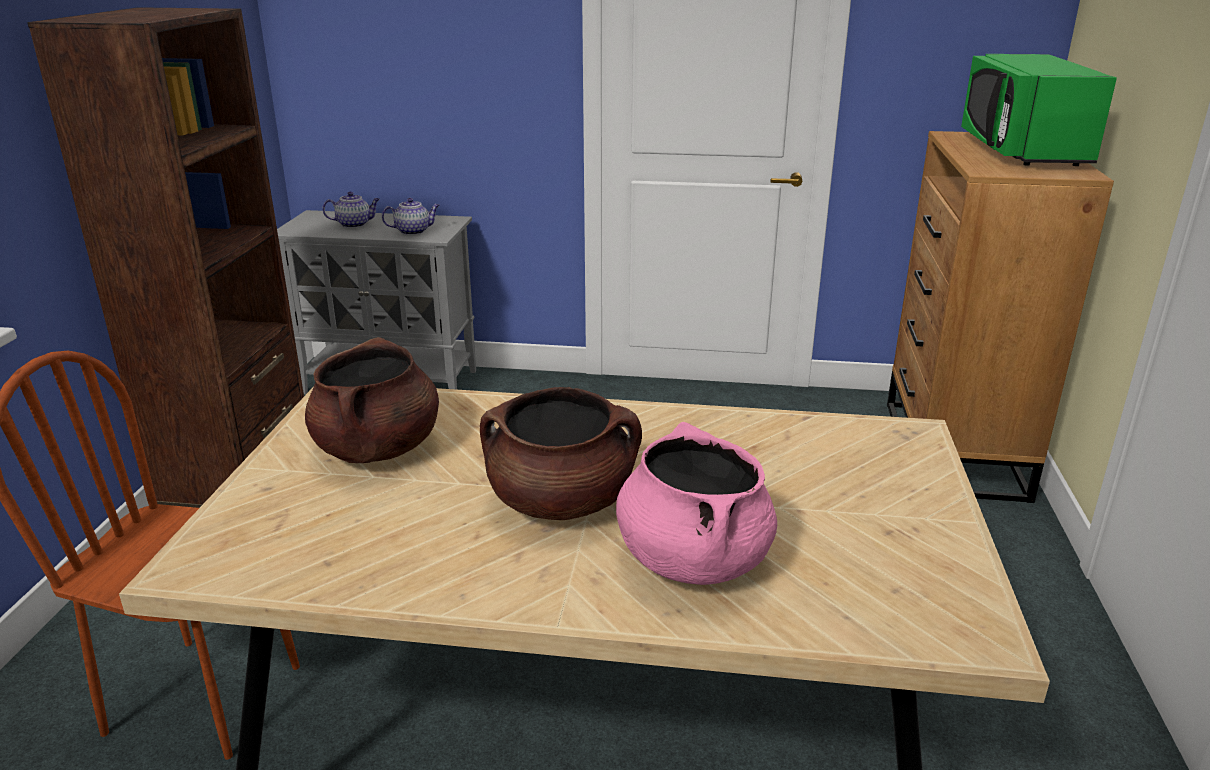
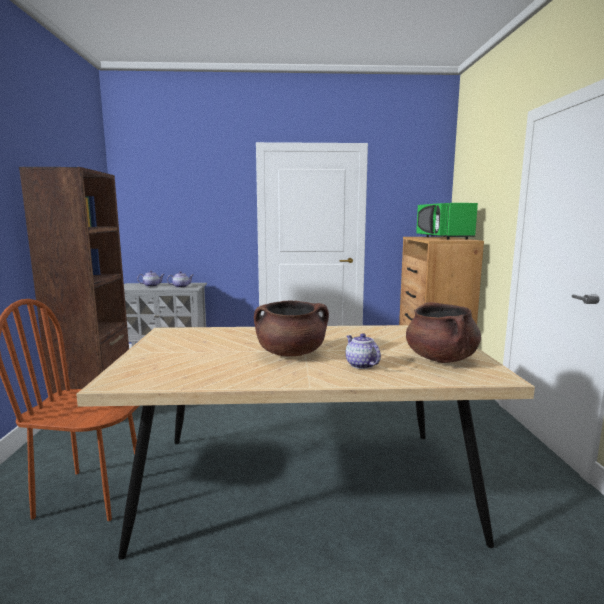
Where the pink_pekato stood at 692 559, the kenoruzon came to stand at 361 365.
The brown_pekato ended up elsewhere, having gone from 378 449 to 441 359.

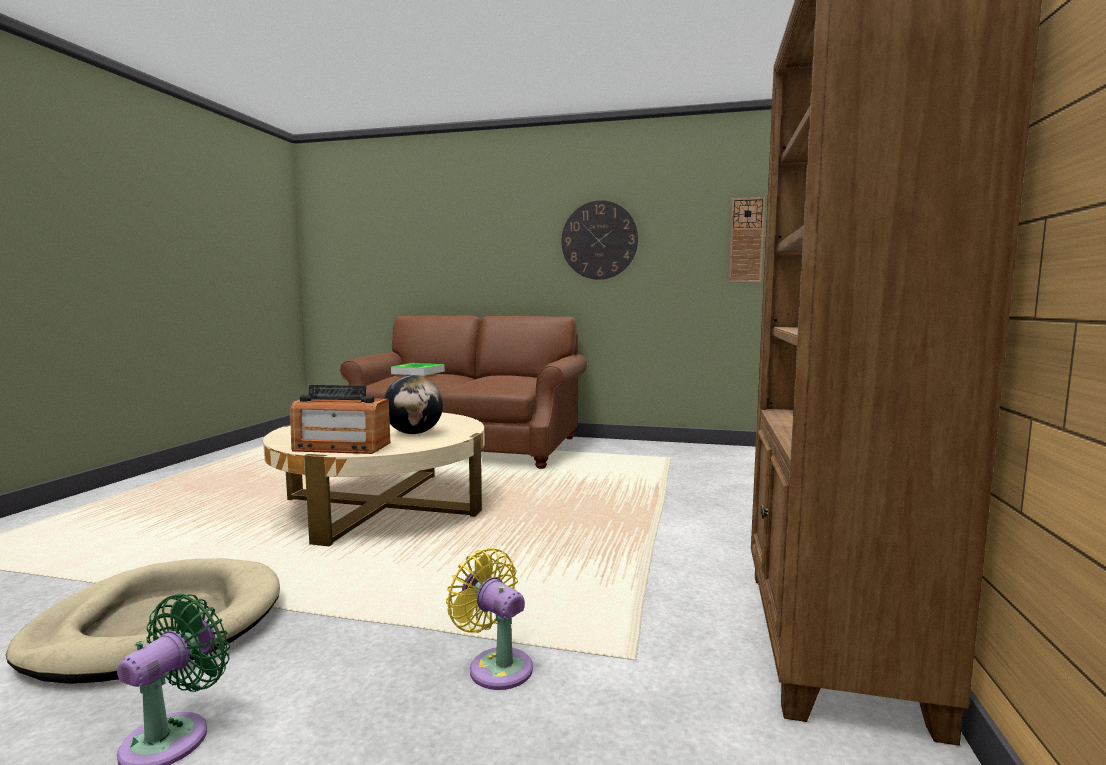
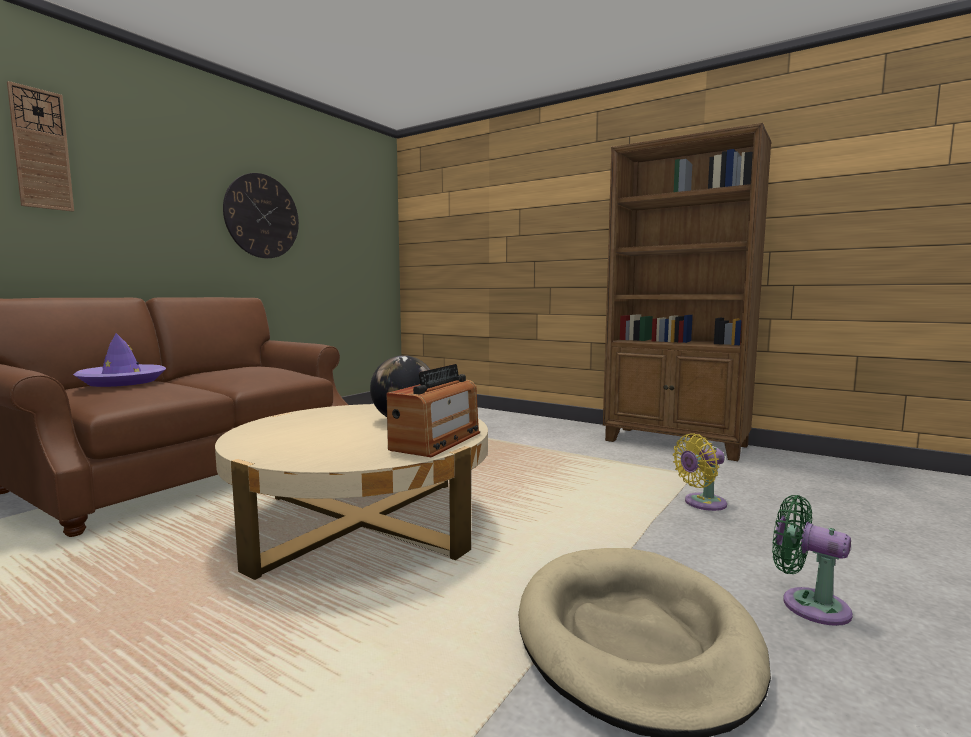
The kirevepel ended up elsewhere, having gone from 746 240 to 41 149.
Where the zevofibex stood at 418 372, the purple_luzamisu came to stand at 122 382.

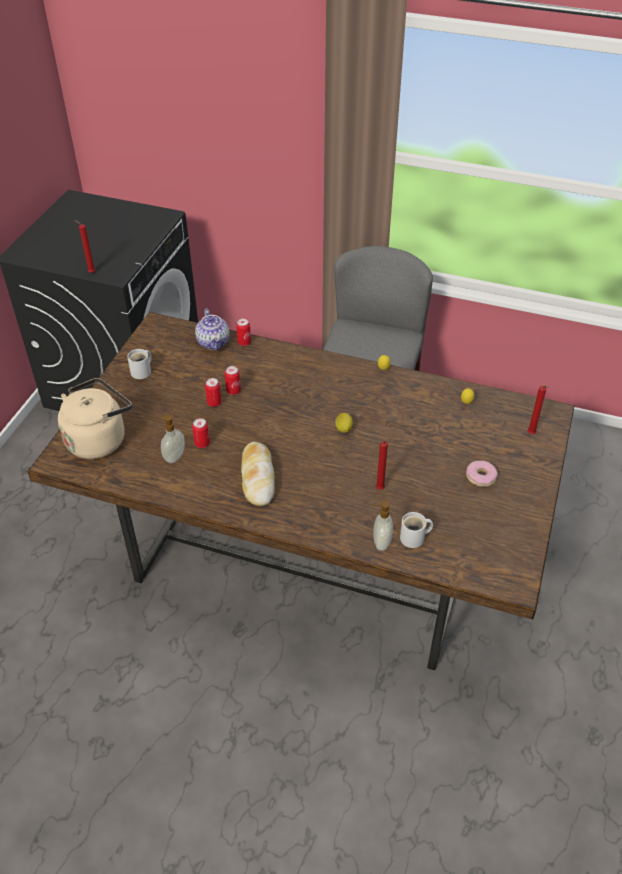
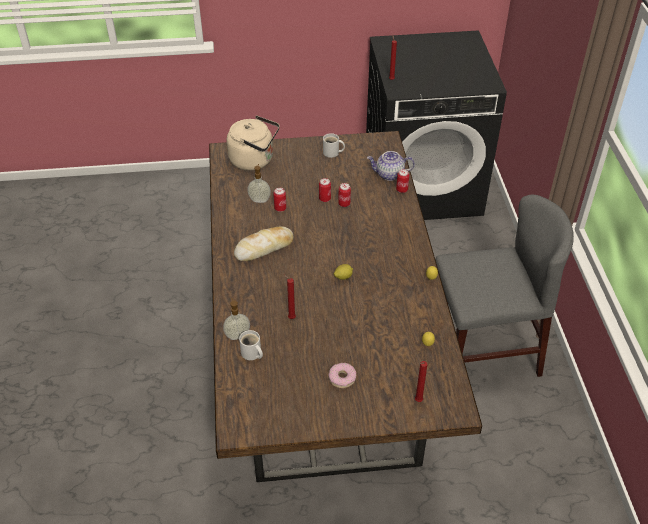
The kenoruzon at 214 343 ended up facing another way, 45 degrees clockwise from before.

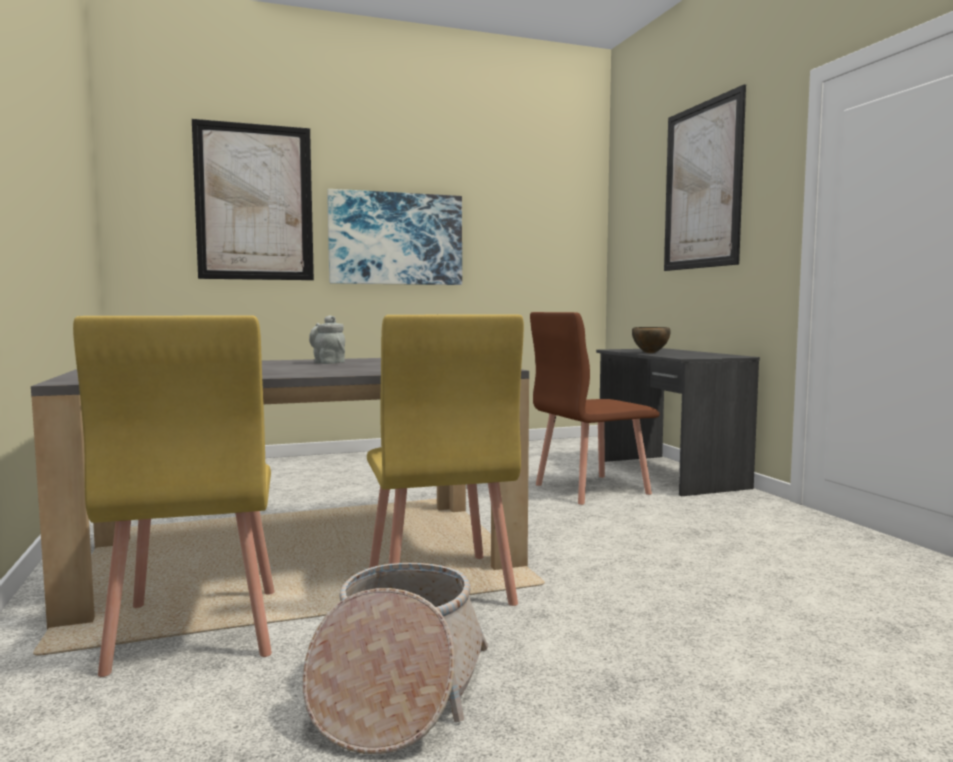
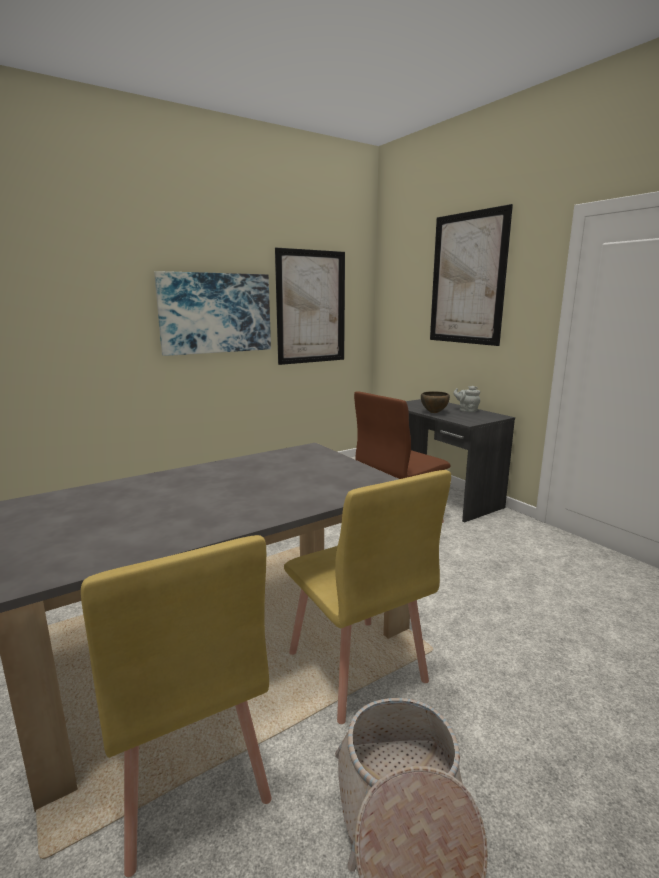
The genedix ended up elsewhere, having gone from 254 202 to 311 307.
The grey_kenoruzon ended up elsewhere, having gone from 327 362 to 467 410.

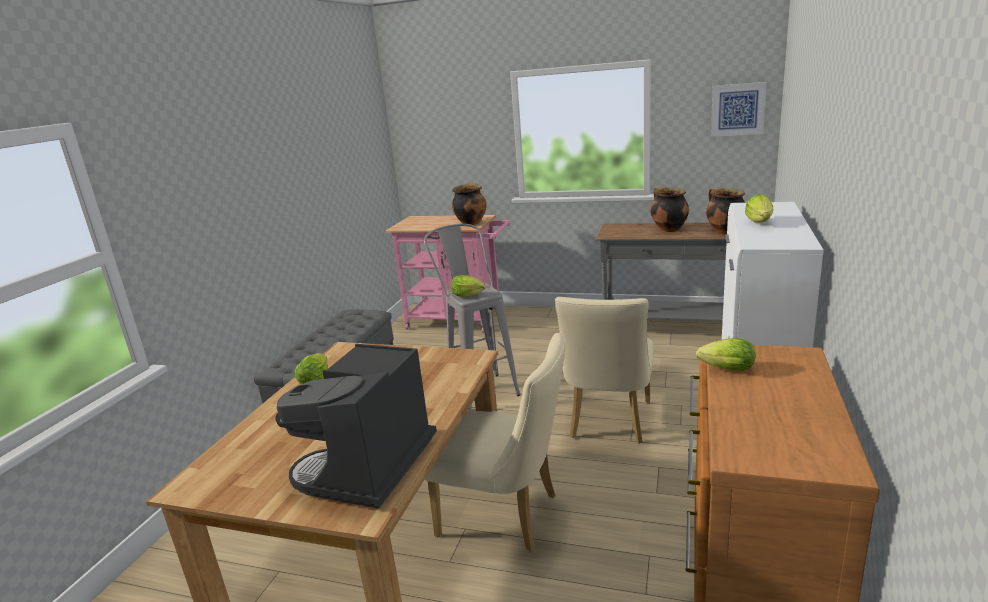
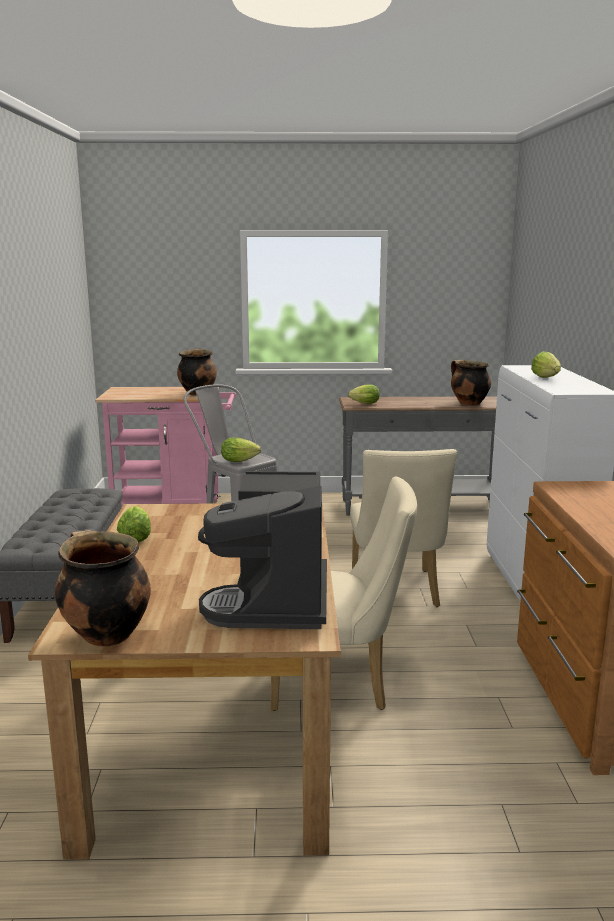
The pekato ended up elsewhere, having gone from 668 229 to 105 634.
The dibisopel ended up elsewhere, having gone from 724 369 to 363 403.
The second view lost the genedix at 737 109.

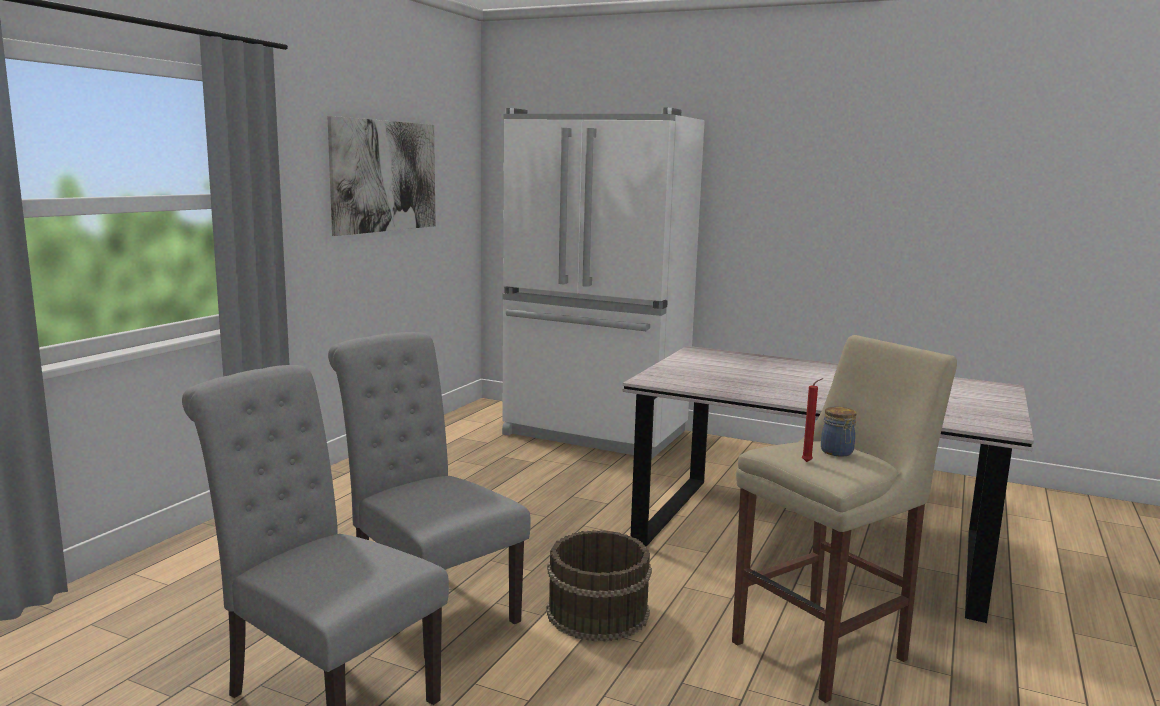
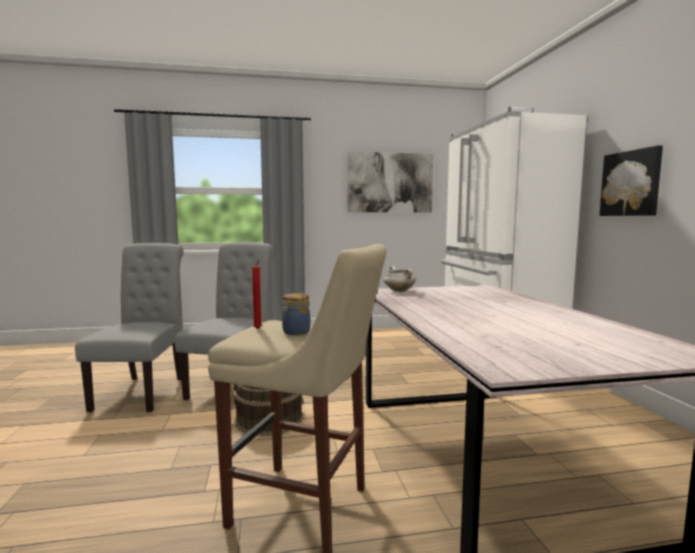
The second view gained the white_pekato at 399 291.
The second view gained the genedix at 631 183.

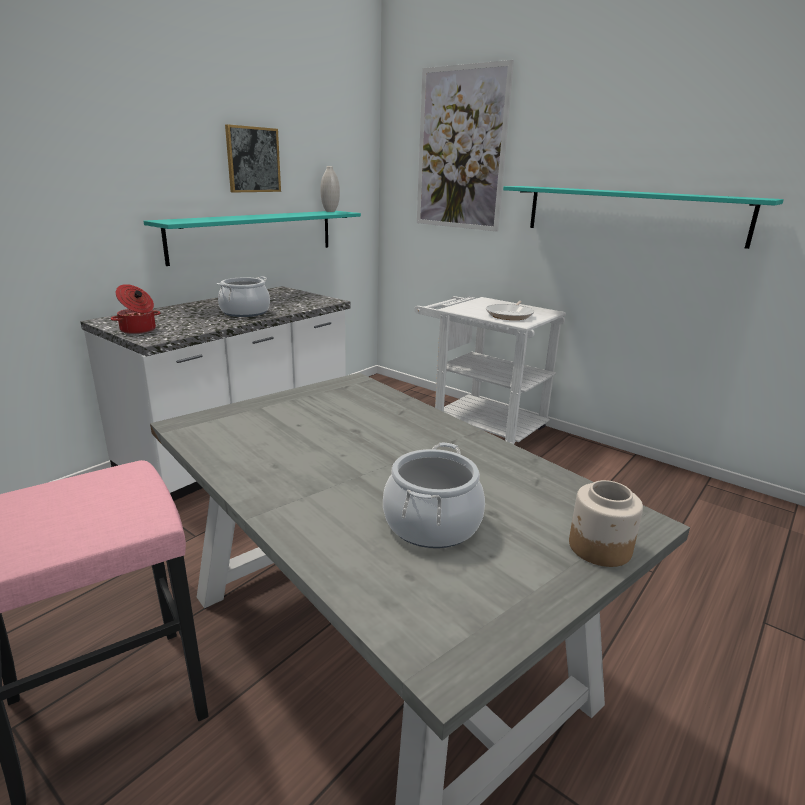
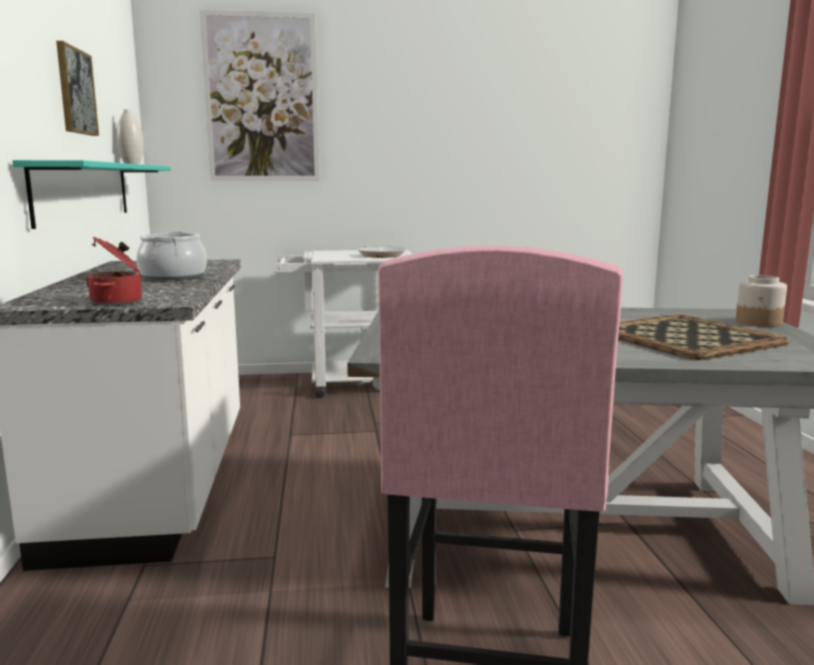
Where the pekato stood at 432 524, the zevofibex came to stand at 688 337.
The second view lost the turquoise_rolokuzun at 632 214.

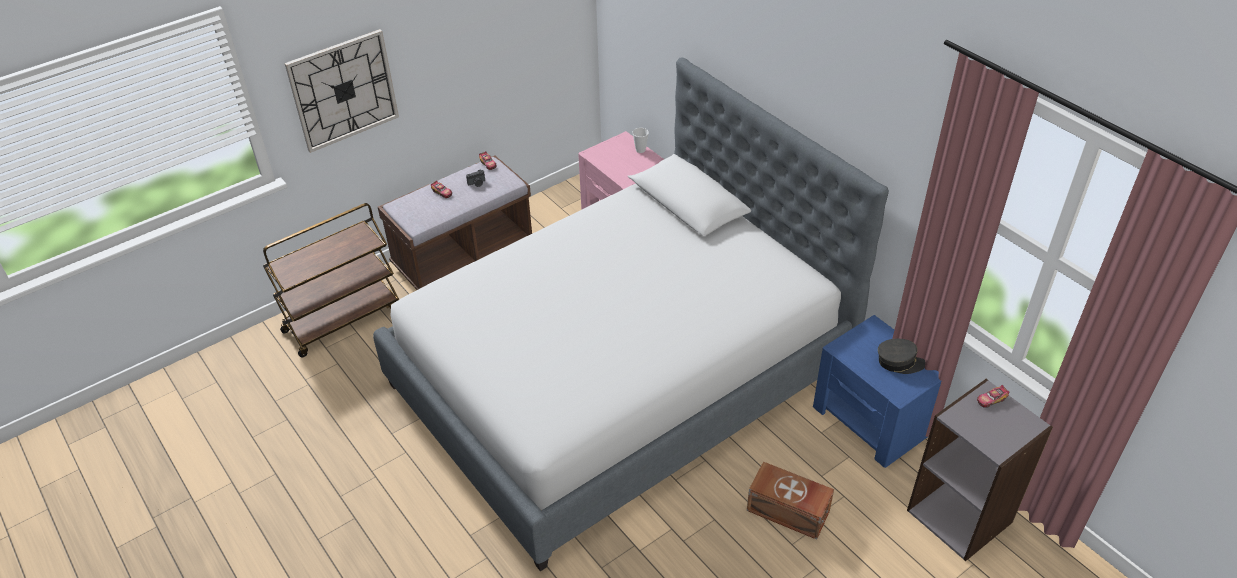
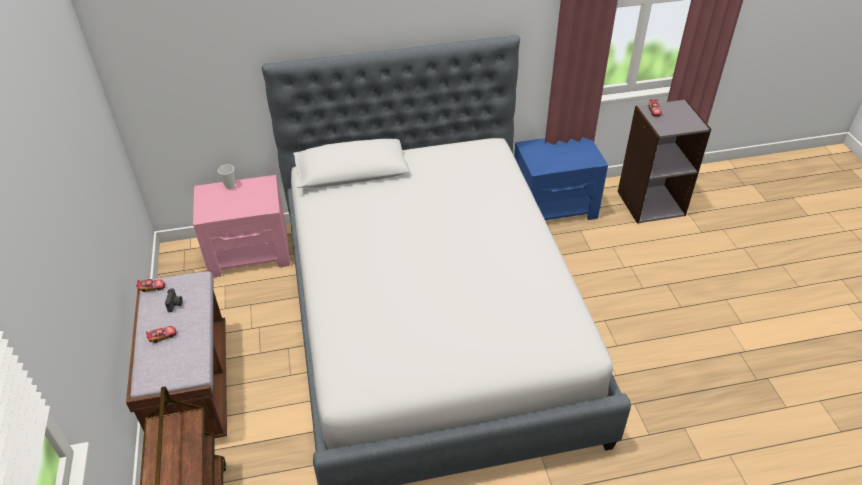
The second view lost the kirevepel at 343 90.
The second view lost the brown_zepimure at 788 512.
The second view lost the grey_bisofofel at 899 362.

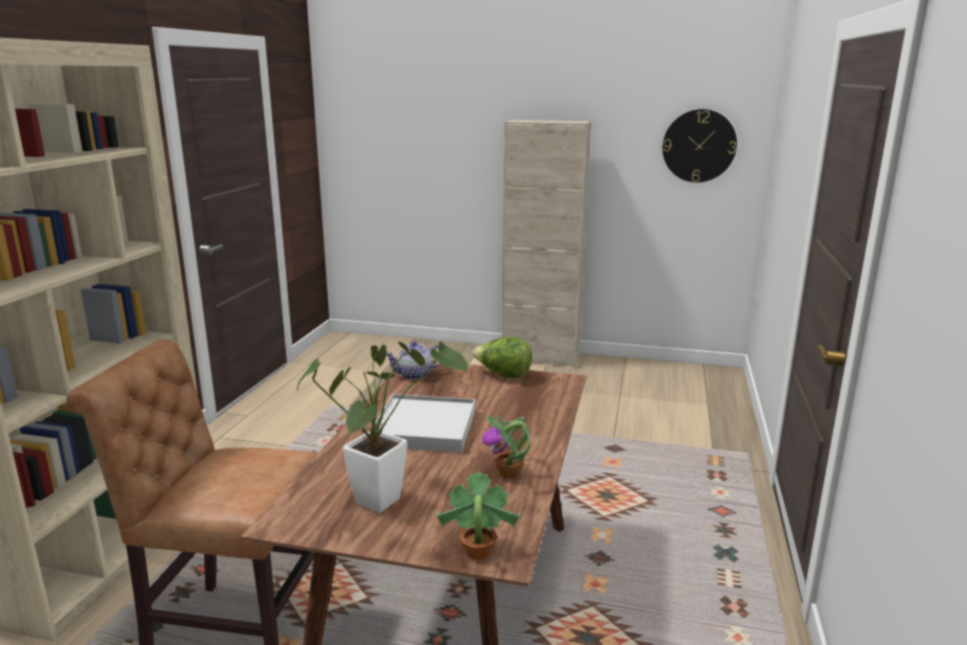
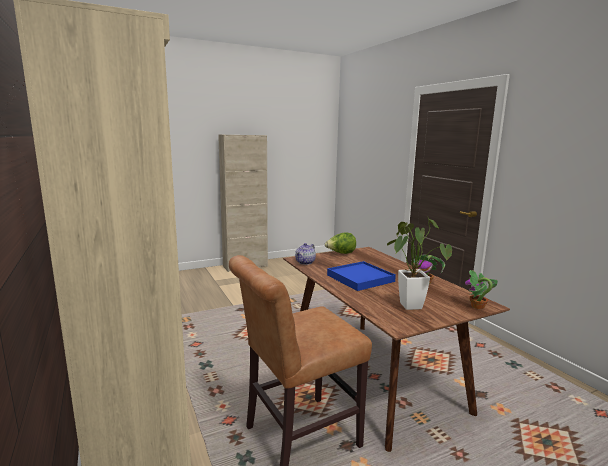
What was the white_zevofibex at 424 428 turned into the blue_zevofibex at 360 278.
The second view lost the kirevepel at 699 146.

